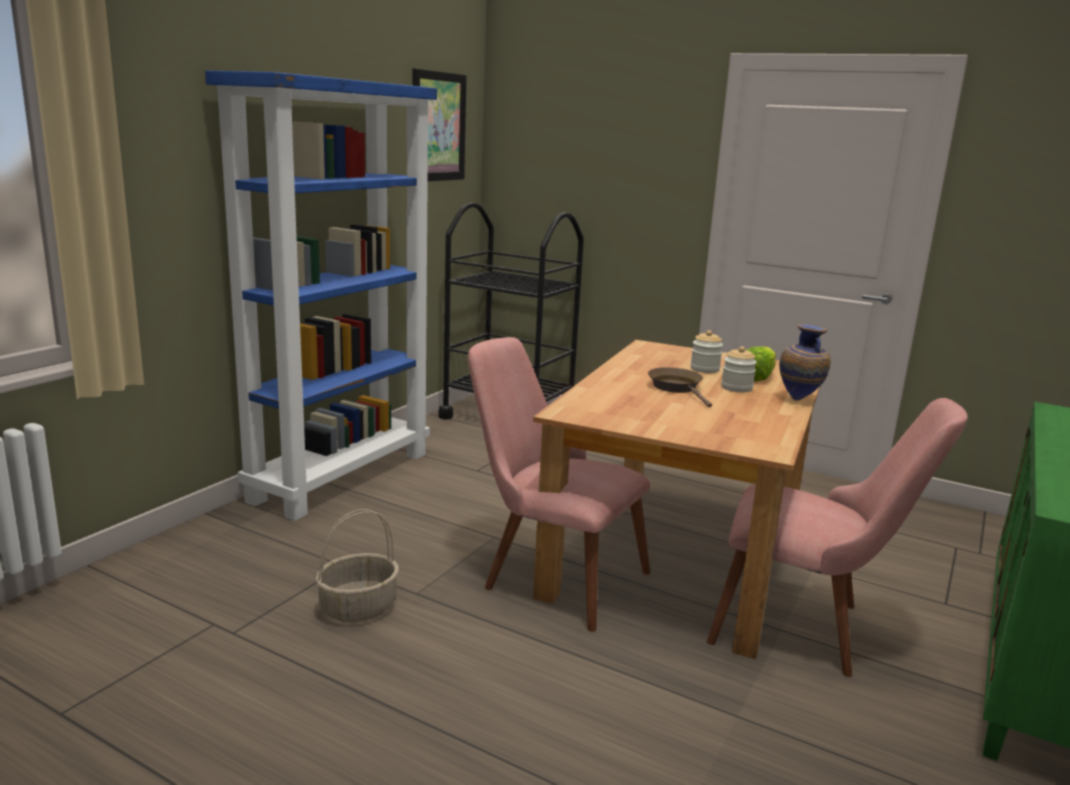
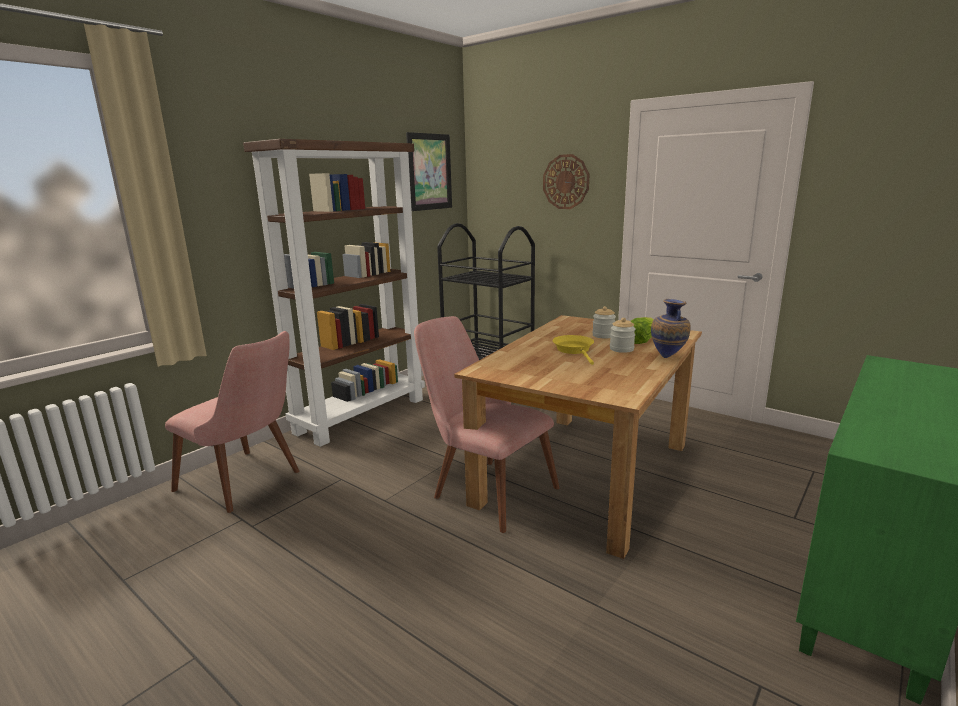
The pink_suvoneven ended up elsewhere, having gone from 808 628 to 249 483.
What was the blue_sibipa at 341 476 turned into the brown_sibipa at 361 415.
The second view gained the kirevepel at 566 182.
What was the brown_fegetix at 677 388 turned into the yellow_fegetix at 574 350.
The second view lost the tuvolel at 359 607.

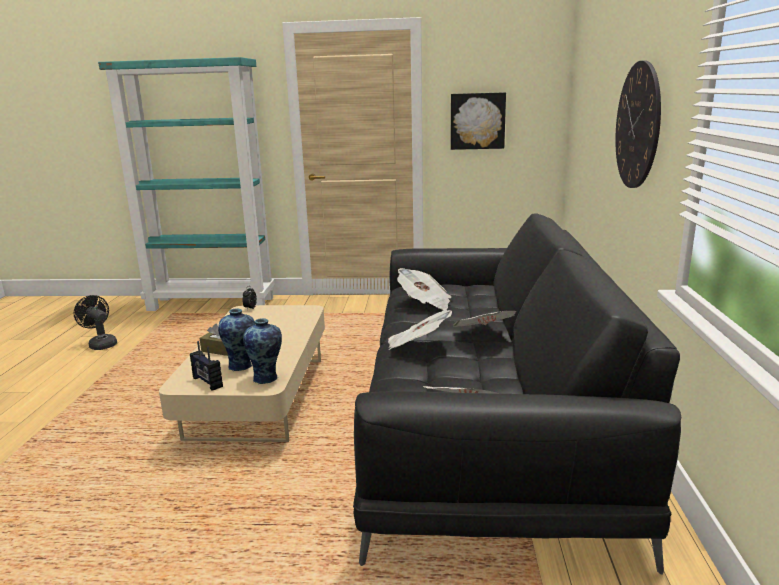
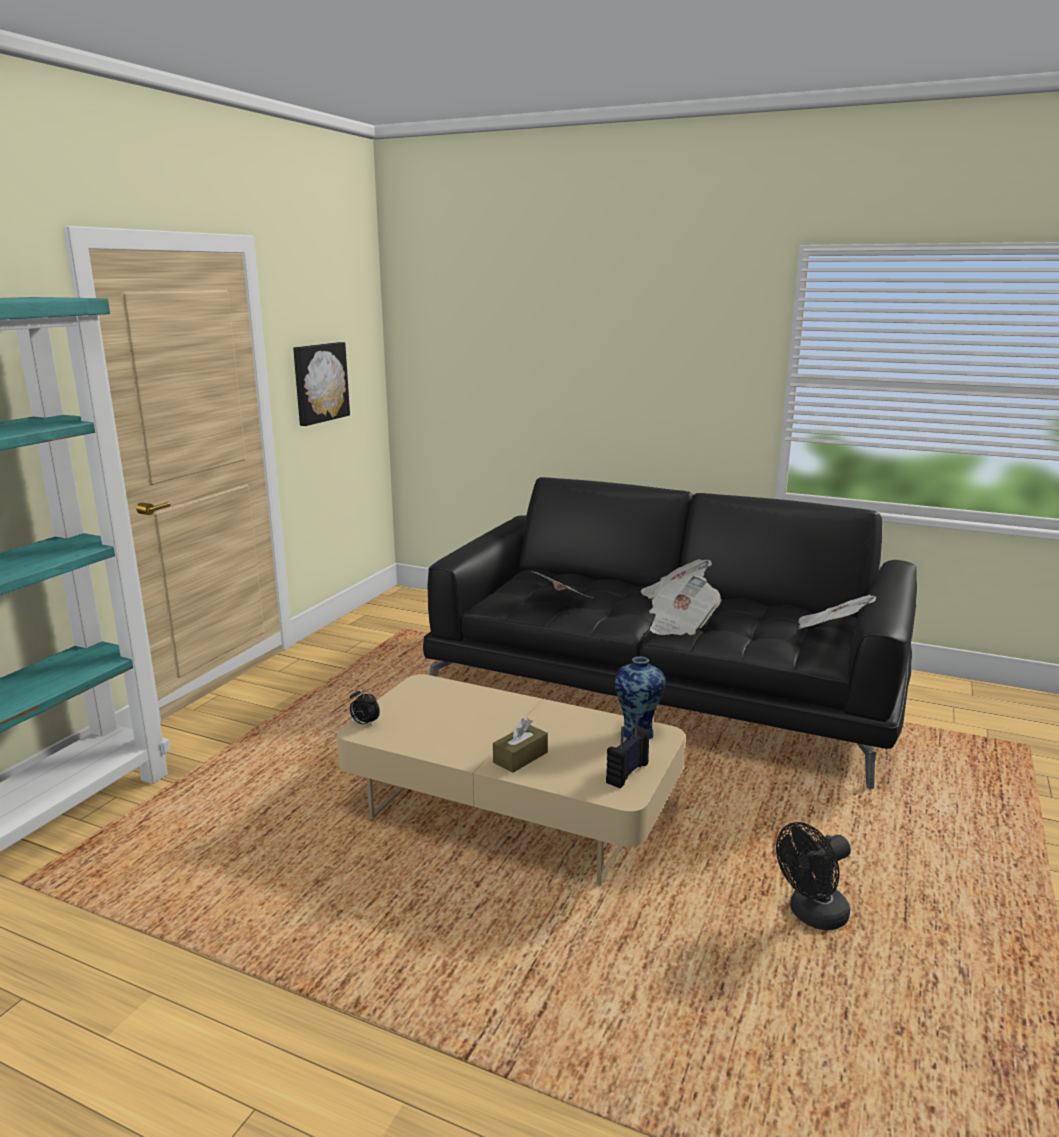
The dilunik at 207 382 ended up facing another way, 150 degrees clockwise from before.
The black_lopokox ended up elsewhere, having gone from 101 344 to 811 915.
The second view lost the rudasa at 241 365.
The second view lost the kirevepel at 638 125.

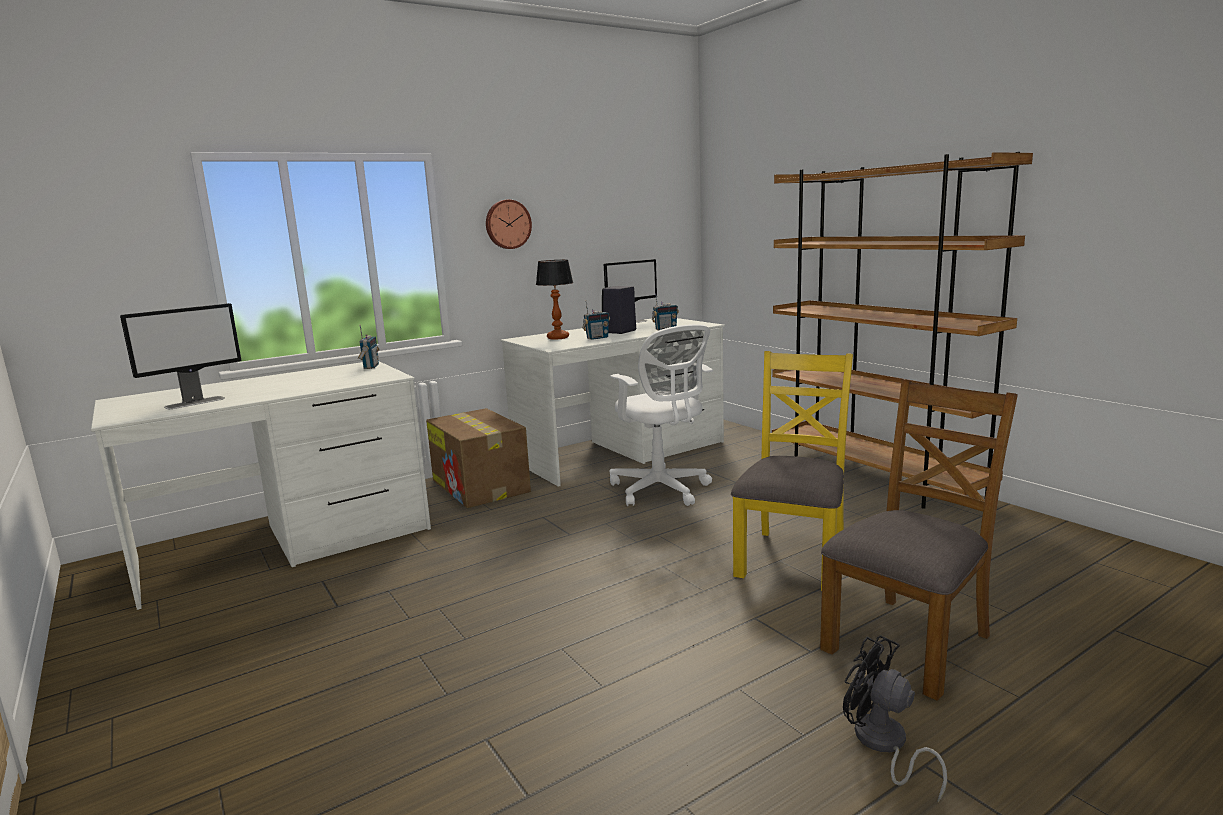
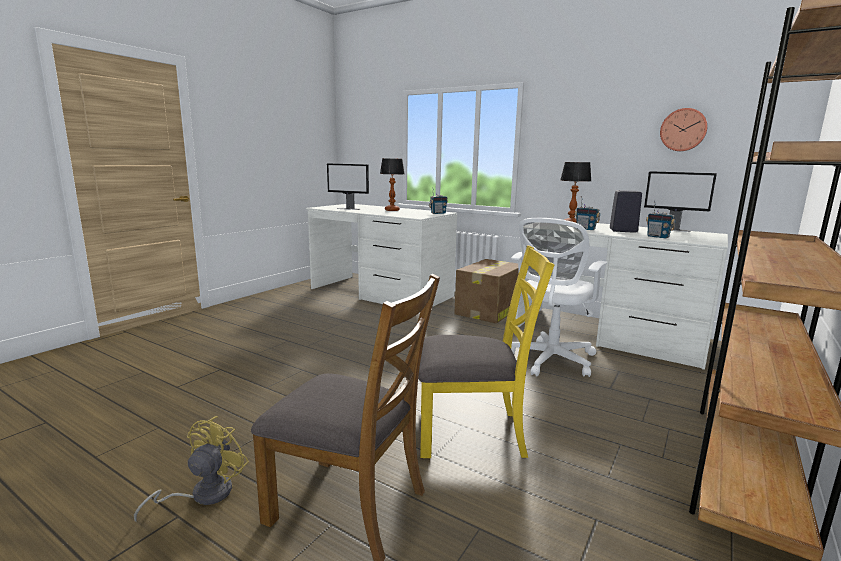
What was the black_lopokox at 883 745 turned into the yellow_lopokox at 203 495.
The second view gained the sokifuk at 391 210.
The kirevepel ended up elsewhere, having gone from 507 224 to 683 130.

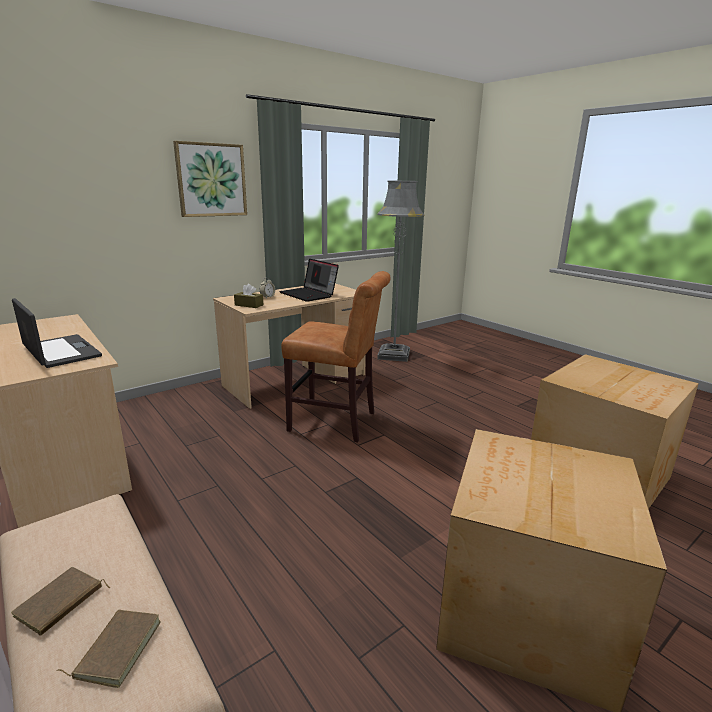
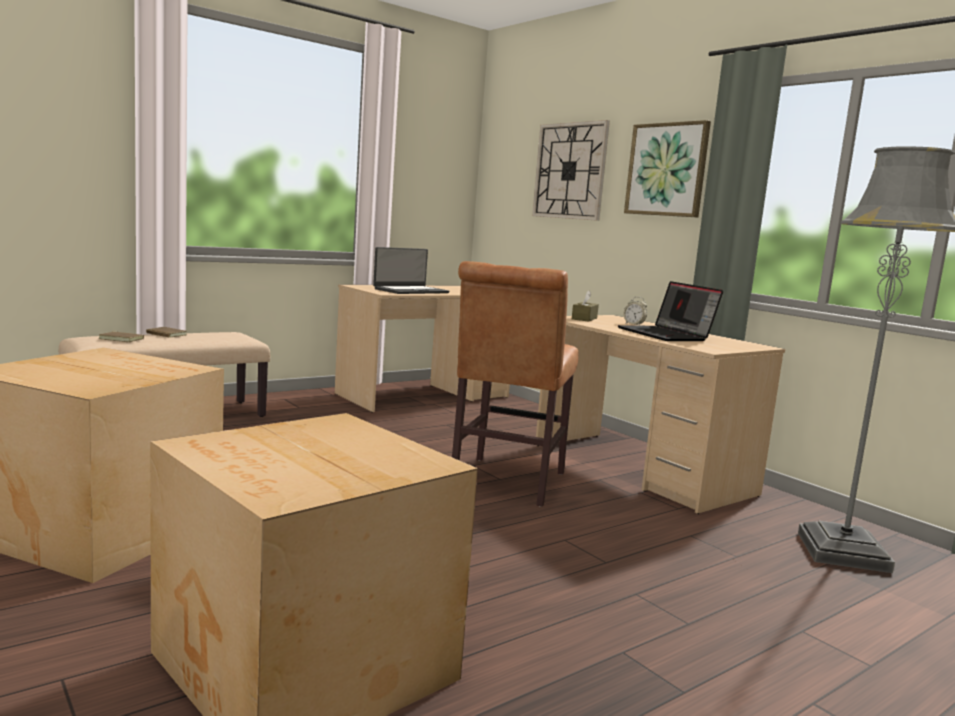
The second view gained the kirevepel at 570 171.
The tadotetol at 309 295 ended up facing another way, 75 degrees counterclockwise from before.

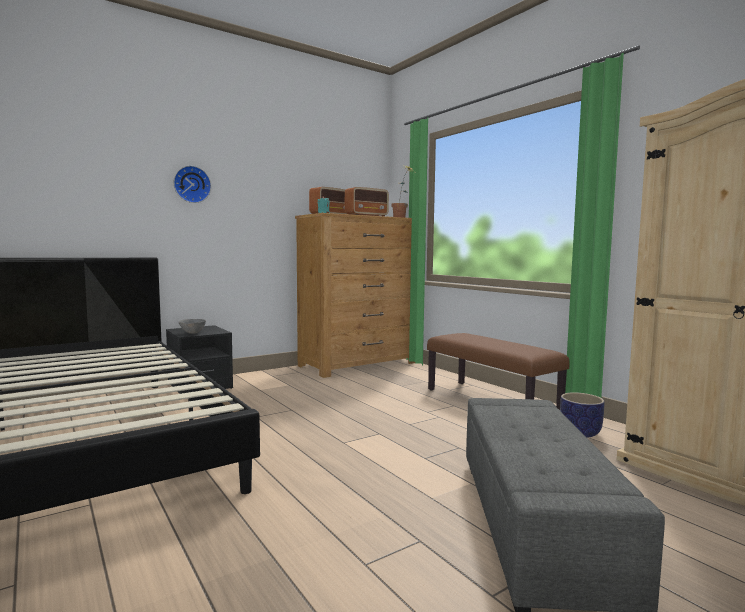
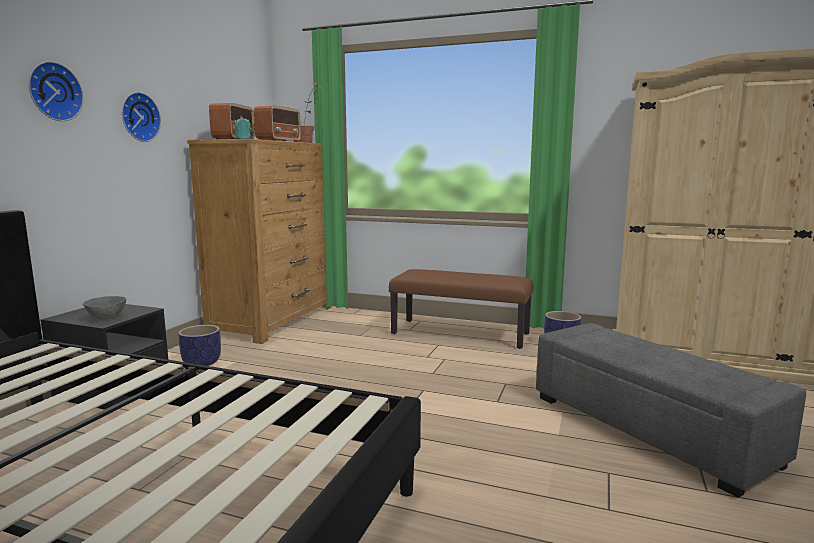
The second view gained the kirevepel at 138 117.
The second view gained the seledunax at 202 363.

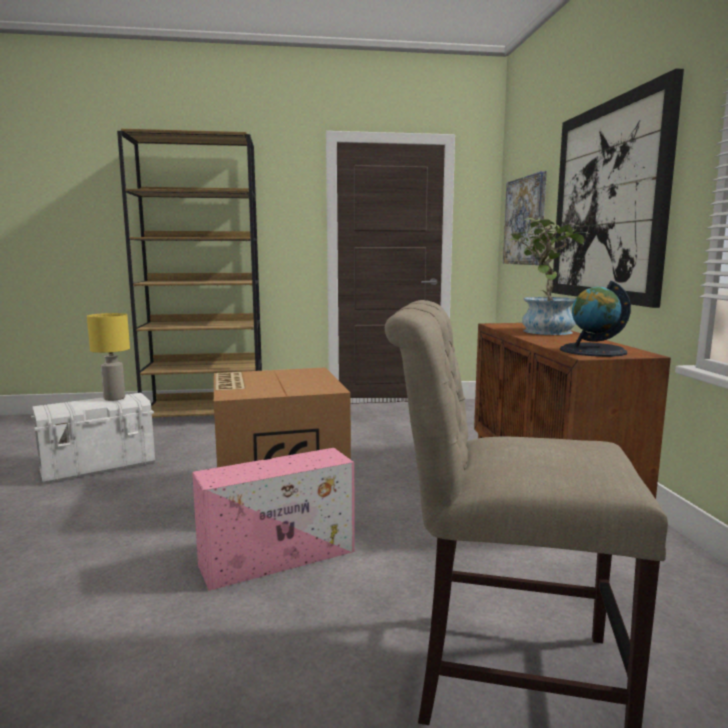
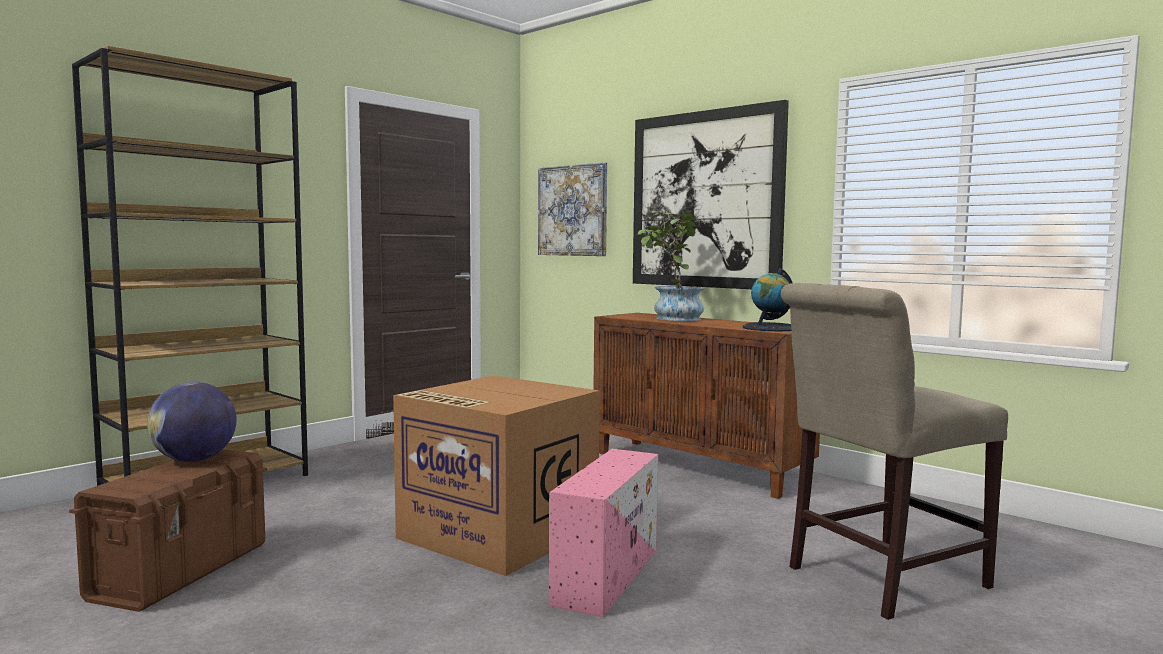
What was the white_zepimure at 99 466 turned into the brown_zepimure at 182 571.
Where the yellow_sokifuk stood at 114 398, the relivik came to stand at 194 460.

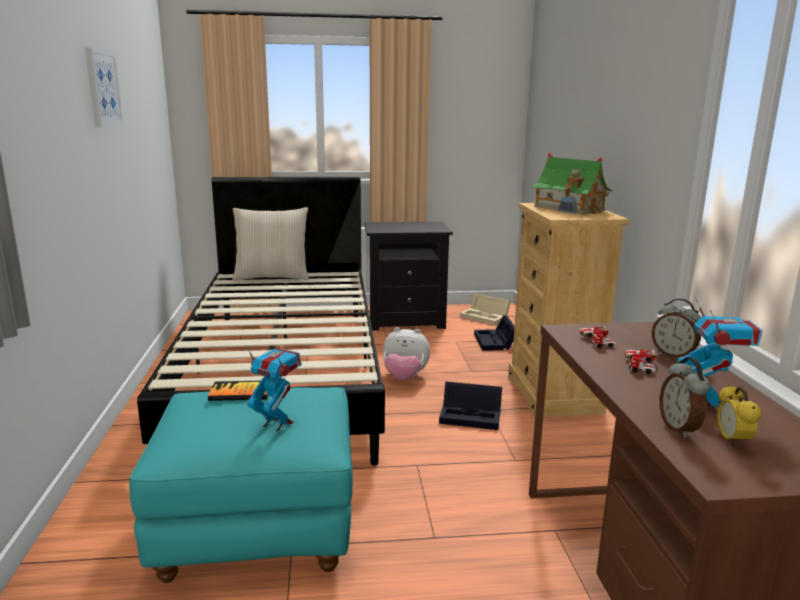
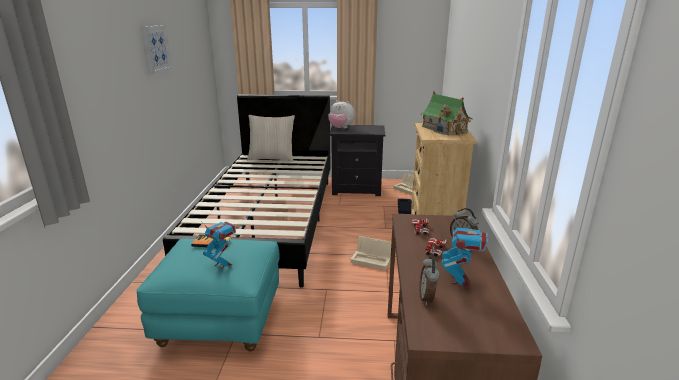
The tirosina ended up elsewhere, having gone from 404 377 to 340 128.
What was the black_zepimure at 472 416 turned into the beige_zepimure at 373 259.
The second view lost the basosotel at 732 441.

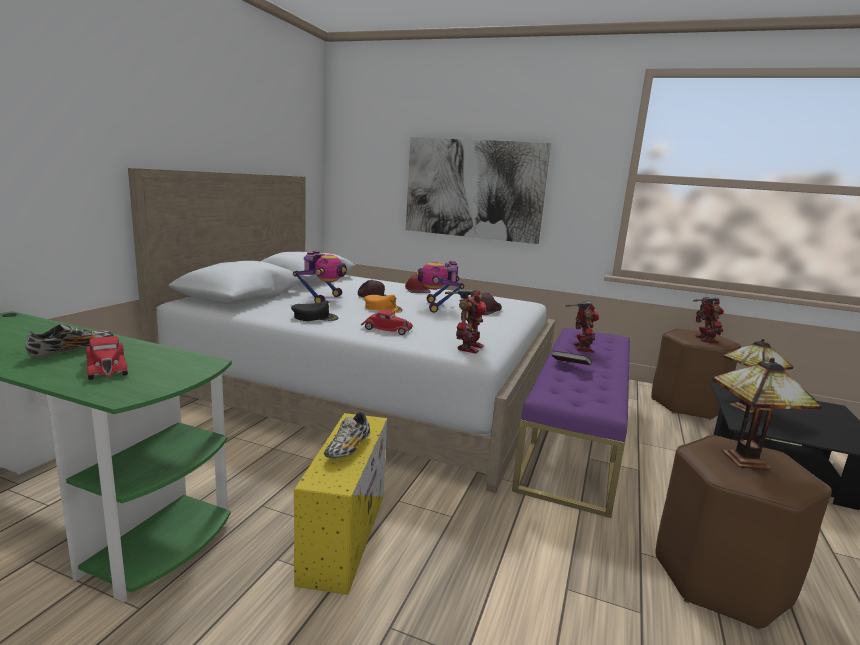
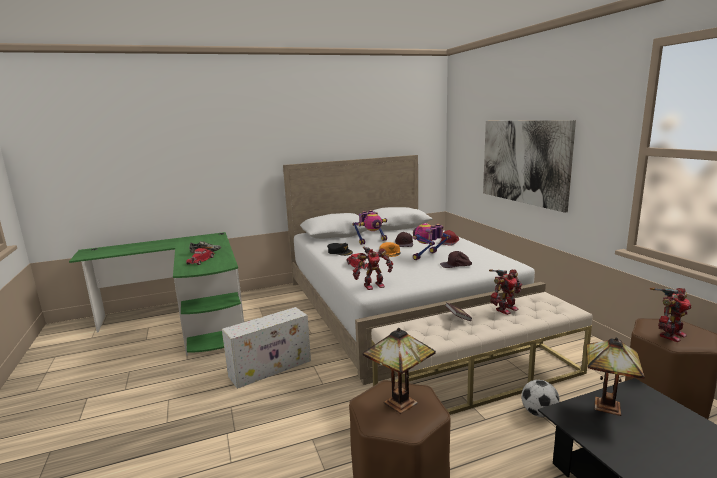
What was the yellow_zepimure at 345 533 turned into the white_zepimure at 271 368.
What was the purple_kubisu at 575 436 turned into the beige_kubisu at 481 380.
The second view gained the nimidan at 538 413.
The second view lost the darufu at 348 449.

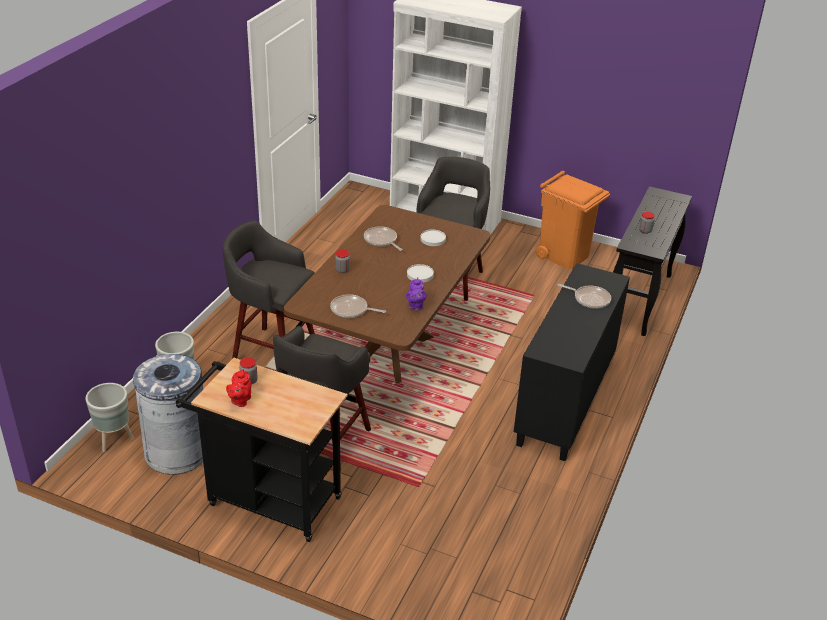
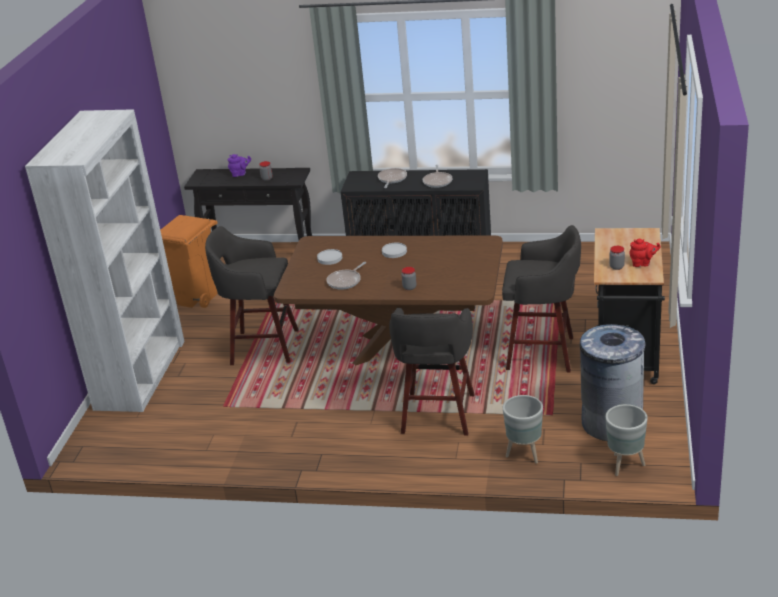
The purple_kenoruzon ended up elsewhere, having gone from 415 306 to 240 174.
The fegetix ended up elsewhere, having gone from 351 310 to 437 181.

